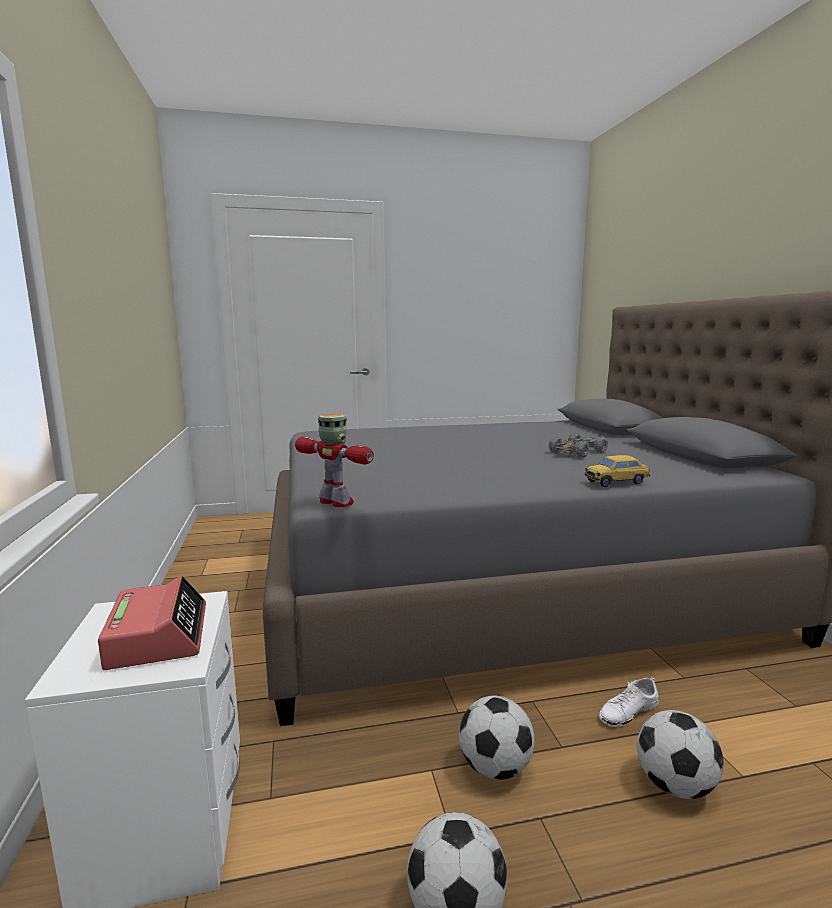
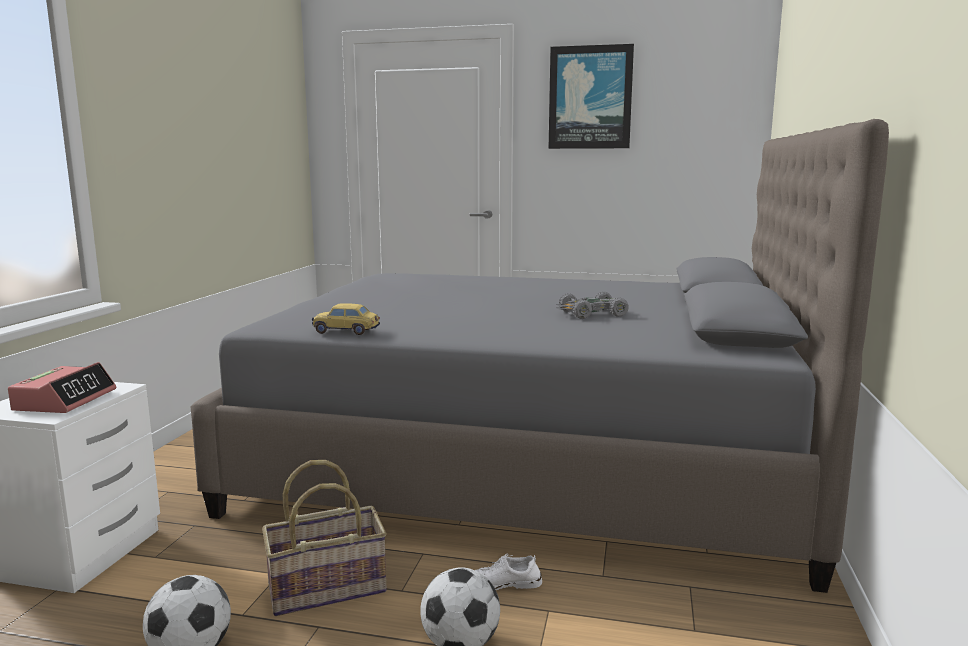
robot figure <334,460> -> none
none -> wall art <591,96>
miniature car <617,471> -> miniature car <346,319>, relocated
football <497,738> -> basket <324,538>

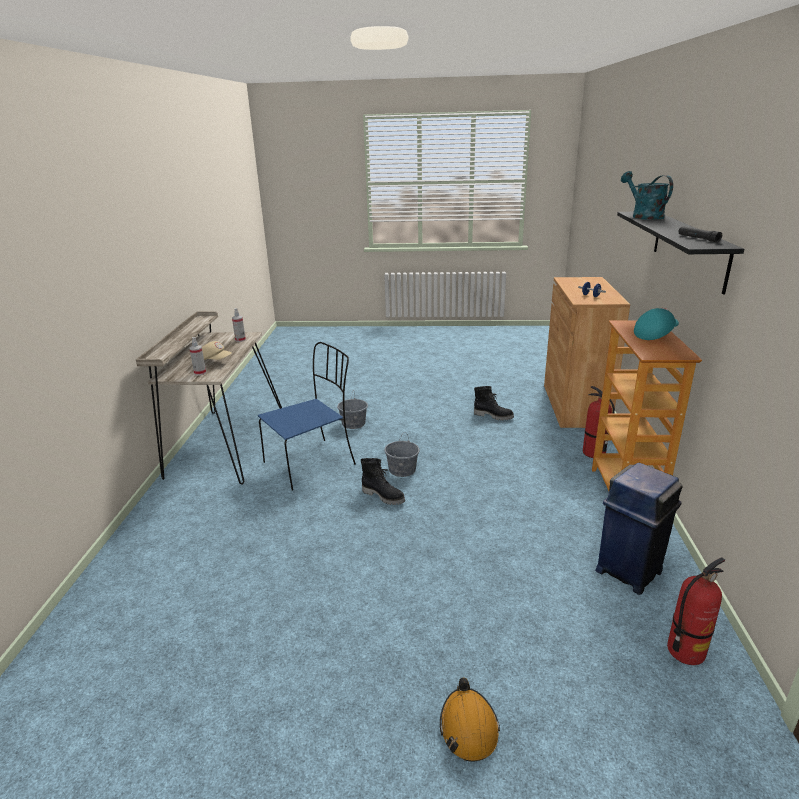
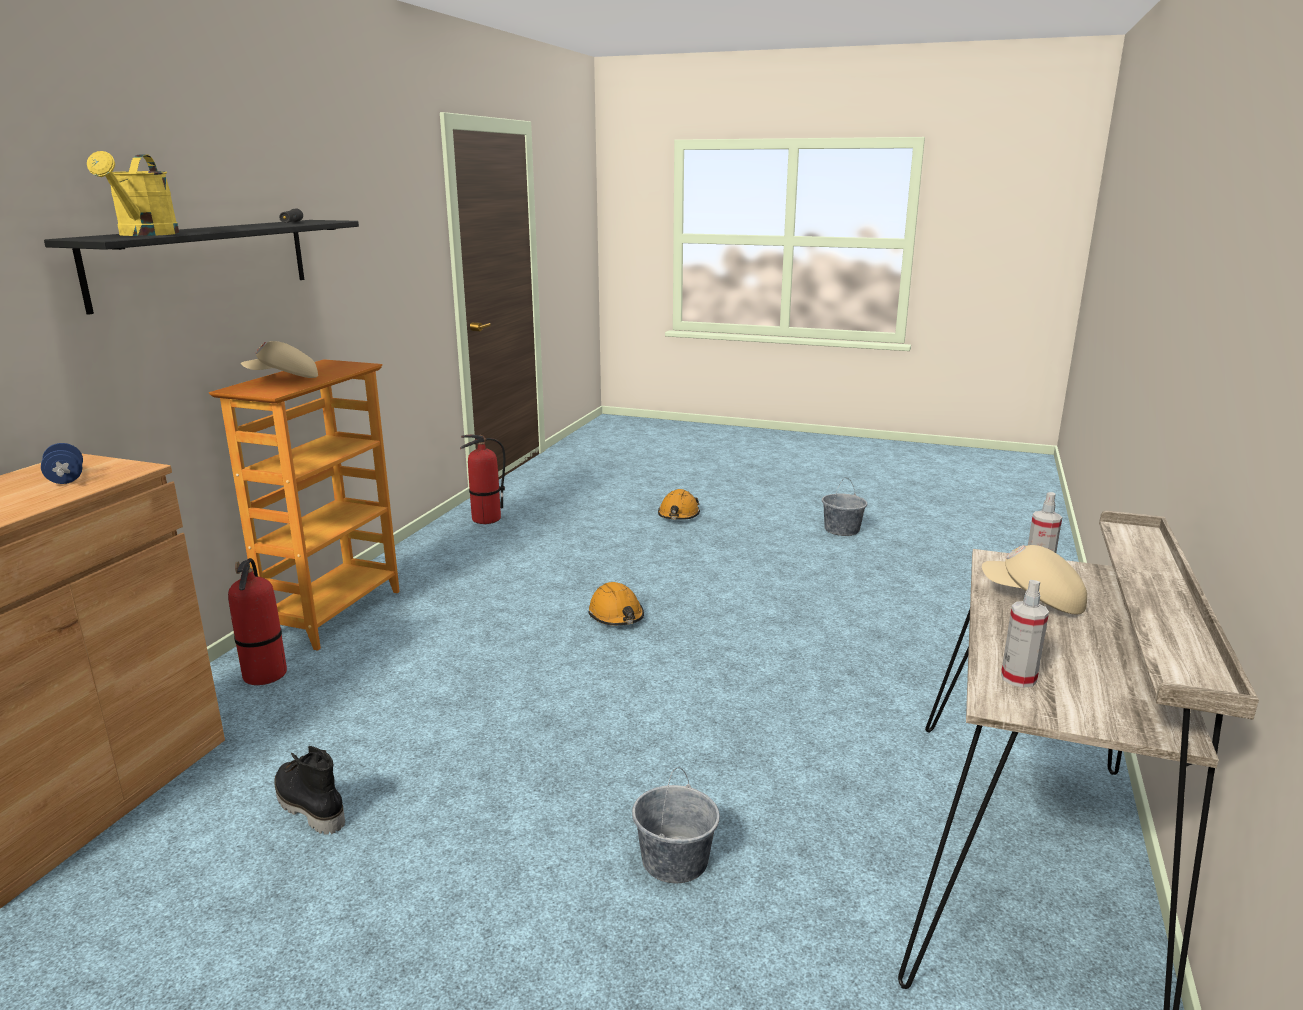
blue-coloured plain chair <307,416> -> none
black-coloured tall boot <383,481> -> none
blue-coloured trash can <639,529> -> none
none -> orange-coloured safety helmet <616,603>
gray pail <402,454> -> gray pail <844,507>, relocated
turquoise watering can <647,195> -> yellow-coloured watering can <133,193>
turquoise baseball cap <656,324> -> sand-coloured baseball cap <279,359>

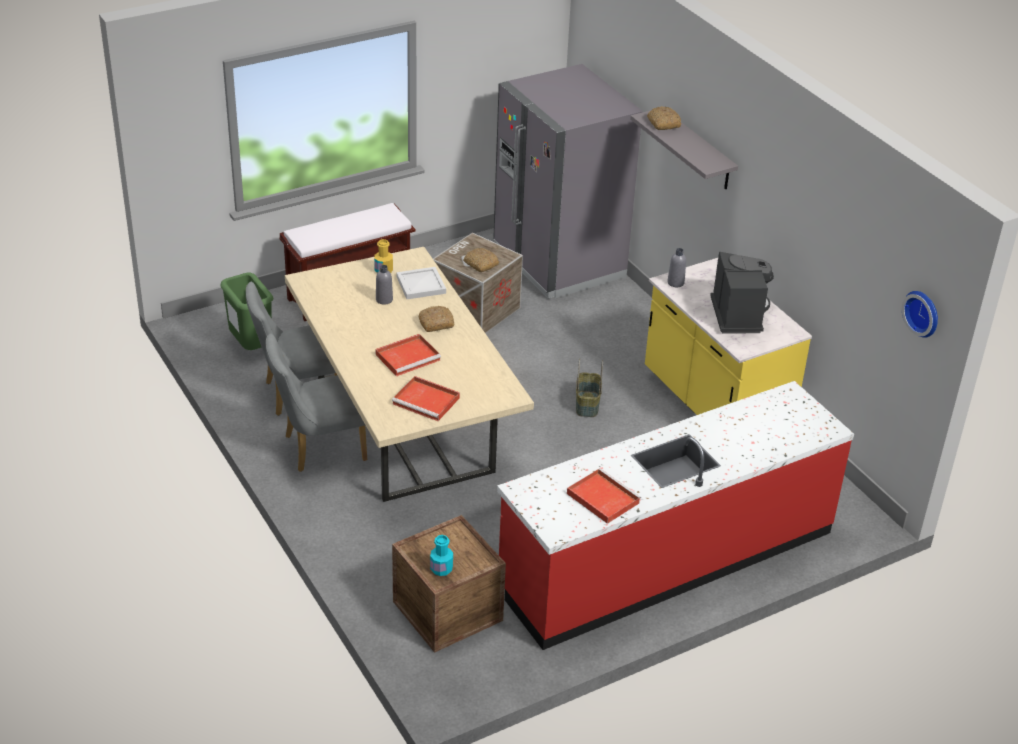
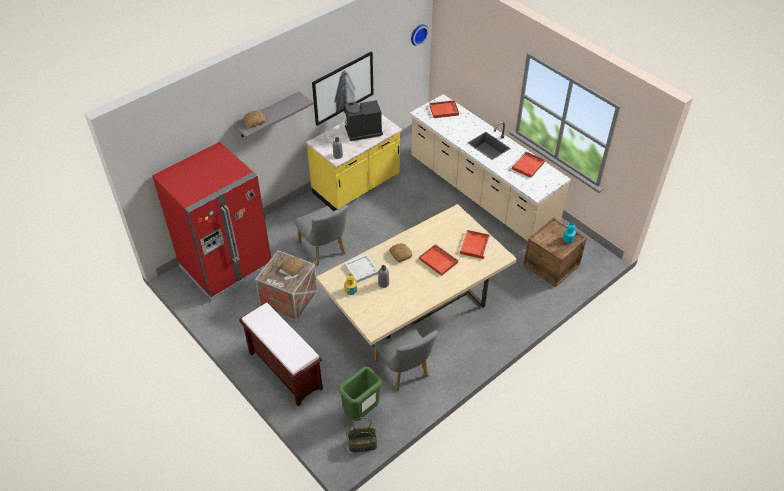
none -> wall art <342,88>
none -> reddish carrying tray <444,109>
gray plain chair <316,403> -> gray plain chair <321,235>, relocated
basket <589,387> -> basket <362,434>, relocated
gray fridge <568,181> -> reddish fridge <211,221>
reddish kitchen base unit <675,515> -> sand-coloured kitchen base unit <490,167>

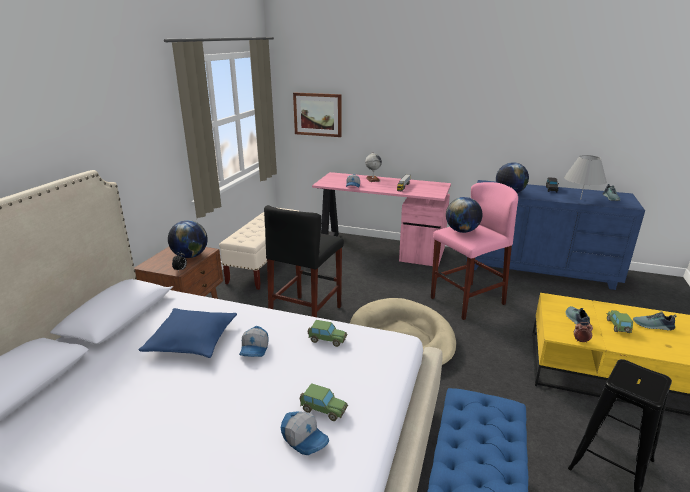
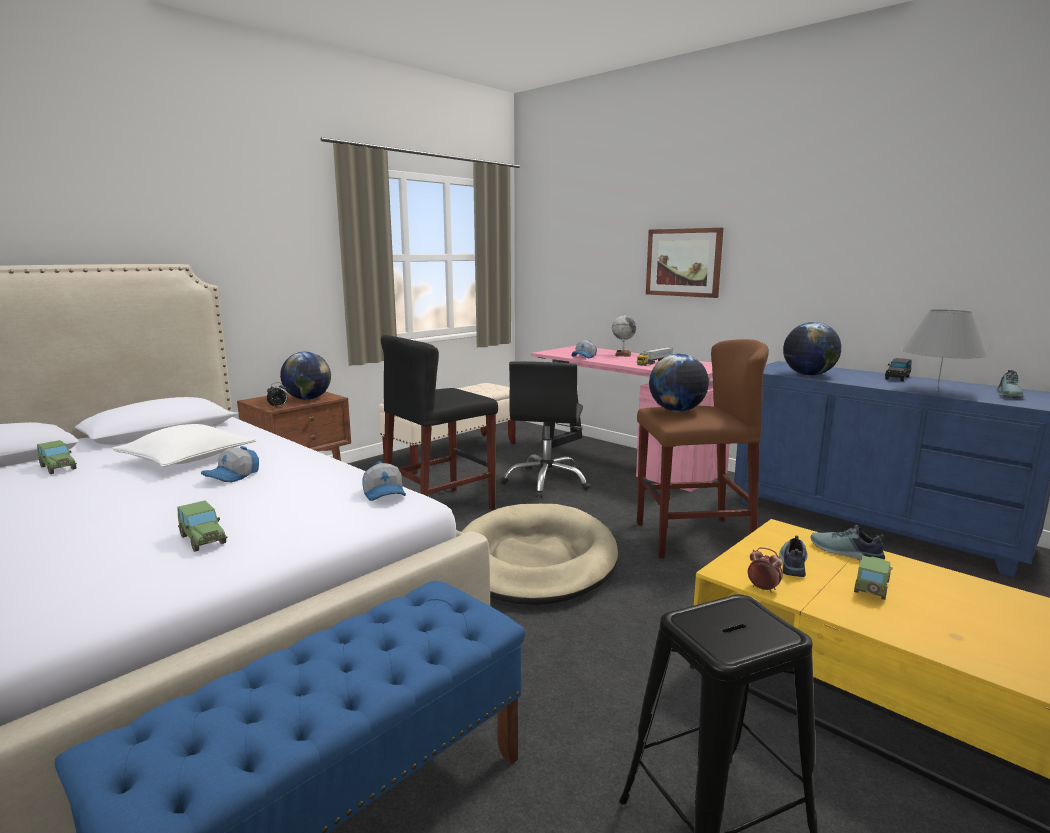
none -> black-coloured desk chair <545,429>
baseball cap <305,433> -> baseball cap <384,481>, relocated
wall art <317,115> -> wall art <684,263>, relocated
miniature car <327,333> -> miniature car <57,457>, relocated
shoe <654,320> -> shoe <848,542>, relocated
blue-coloured throw pillow <187,333> -> whitish throw pillow <184,445>
pink stool seat <474,251> -> brown-coloured stool seat <703,448>

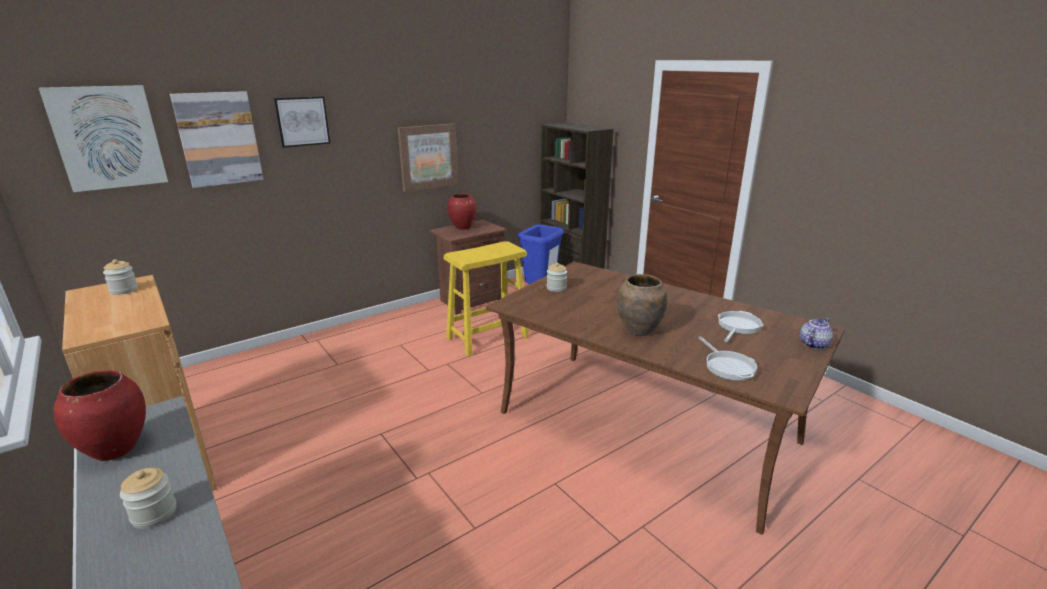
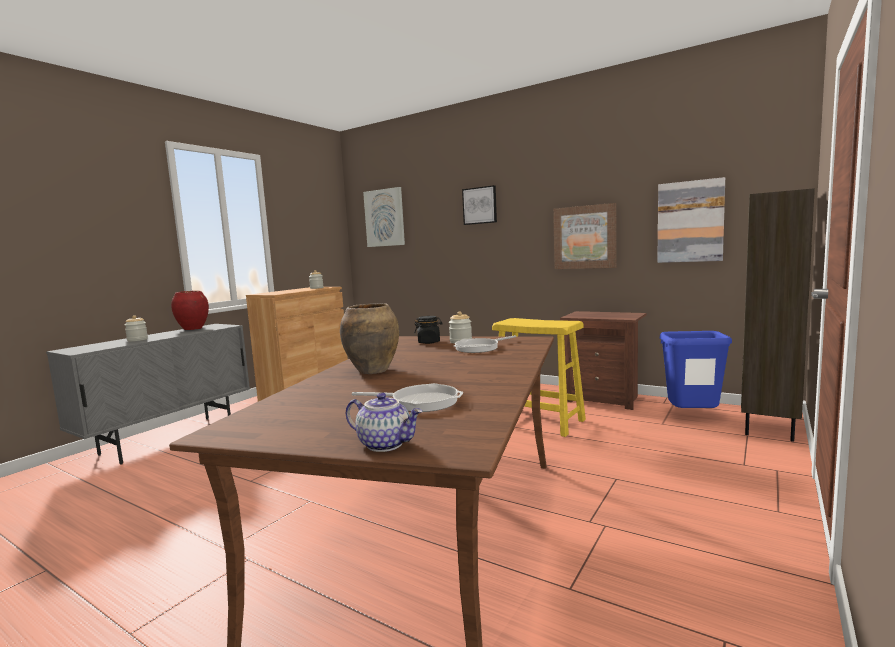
reddish flower vase <462,211> -> none
none -> black-coloured jar <428,330>
wall art <217,139> -> wall art <691,220>, relocated
frying pan <727,359> -> frying pan <485,344>, relocated

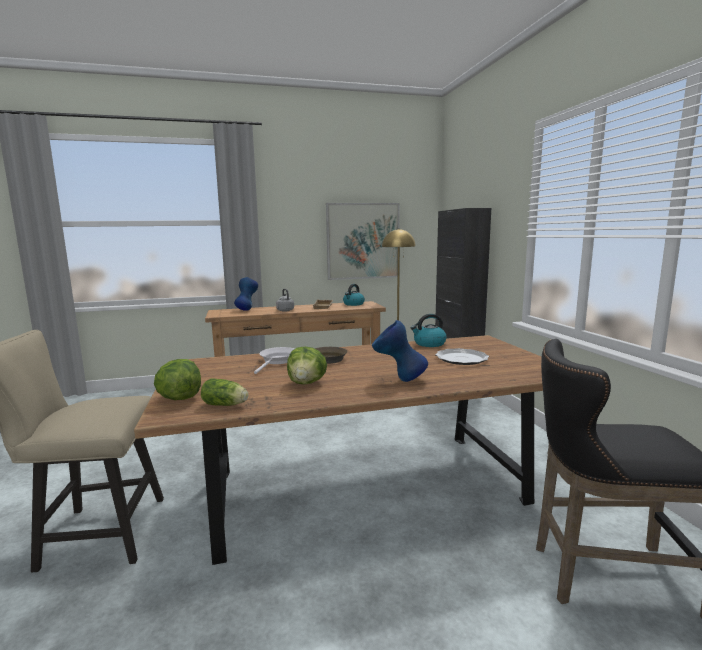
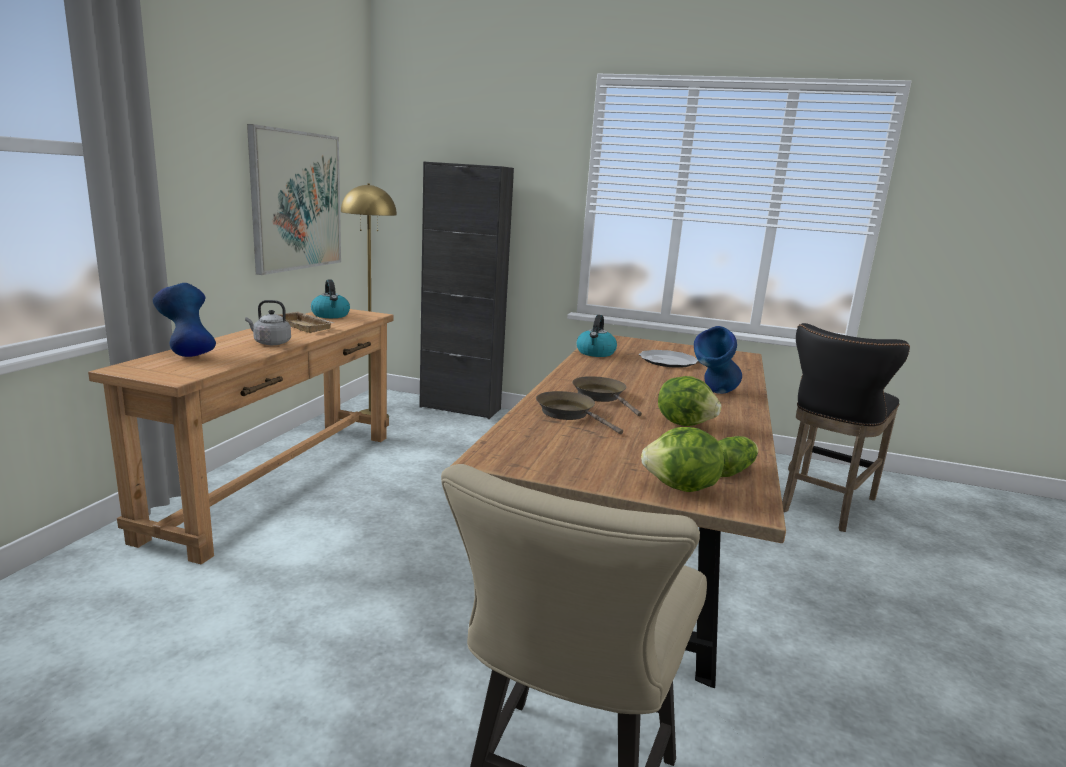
whitish frying pan <274,360> -> brown-coloured frying pan <579,412>

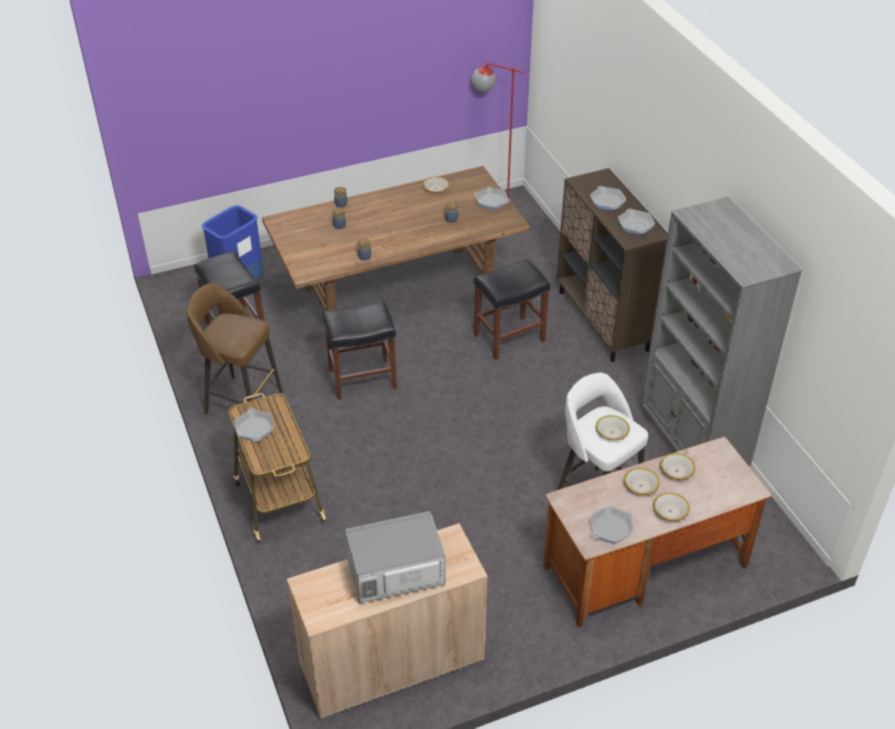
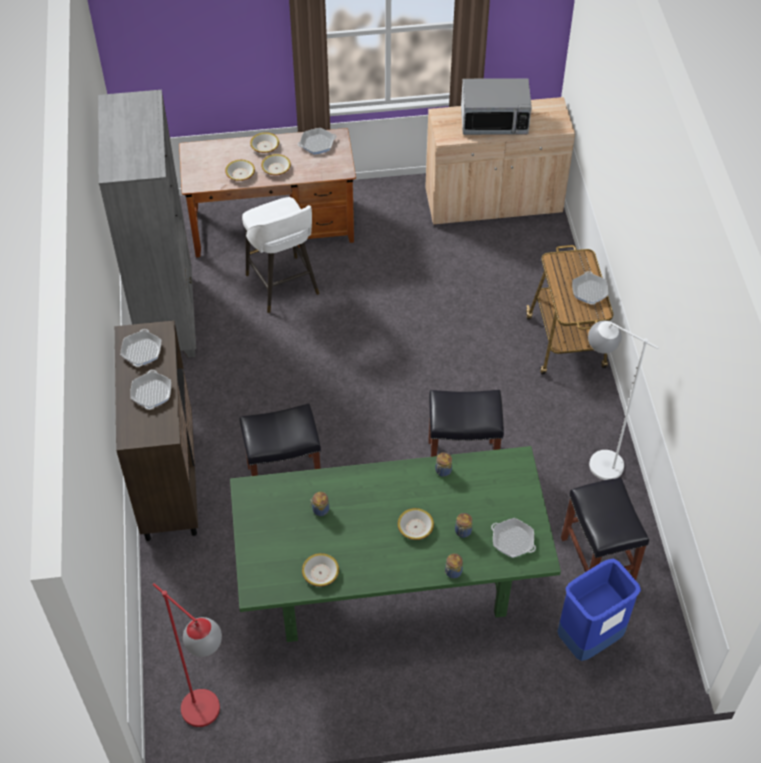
frying pan <492,198> -> frying pan <513,538>, relocated
serving bowl <613,427> -> serving bowl <416,524>, relocated
brown-coloured stool seat <235,348> -> whitish floor lamp <623,400>
brown-coloured dining table <396,238> -> green dining table <395,544>

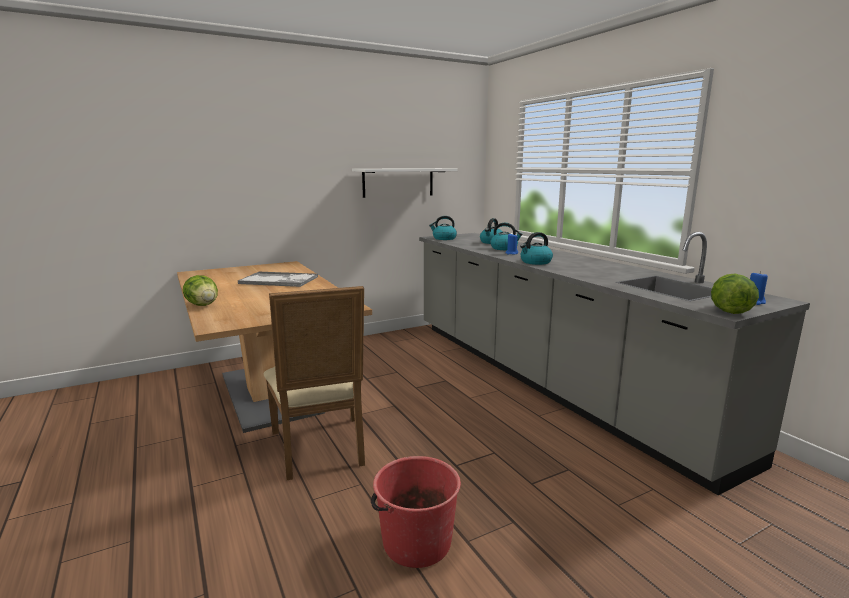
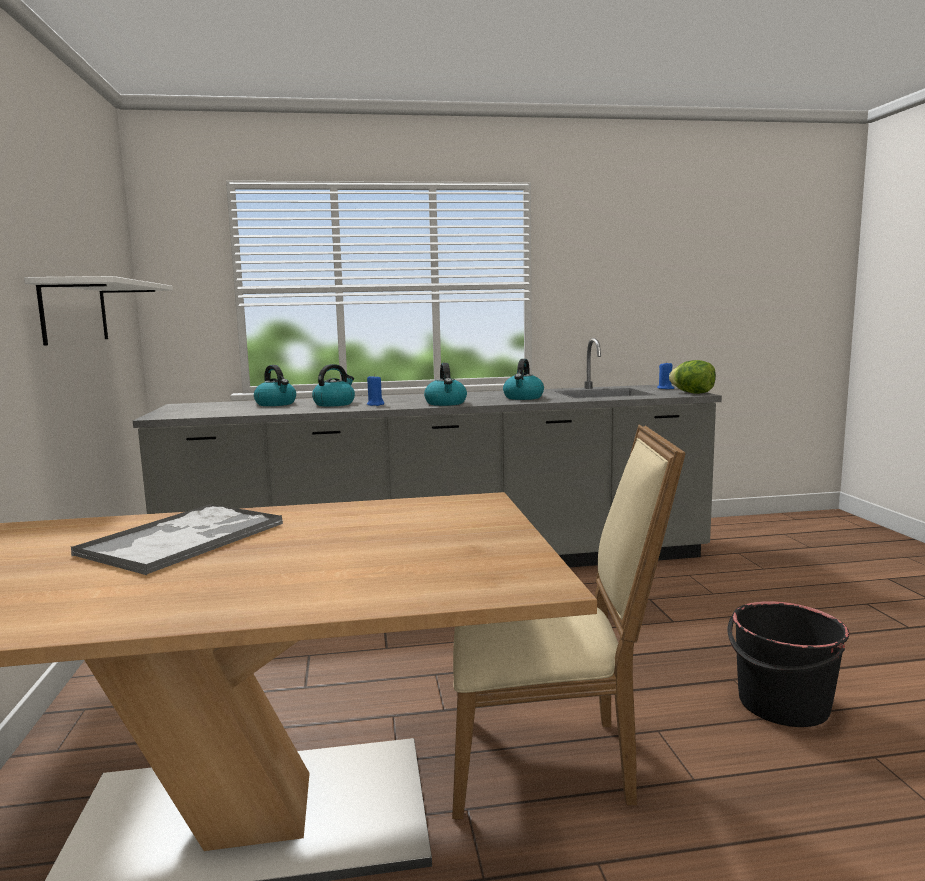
lettuce <200,290> -> none
water kettle <443,228> -> water kettle <523,379>, relocated
reddish pail <416,512> -> black-coloured pail <788,664>

